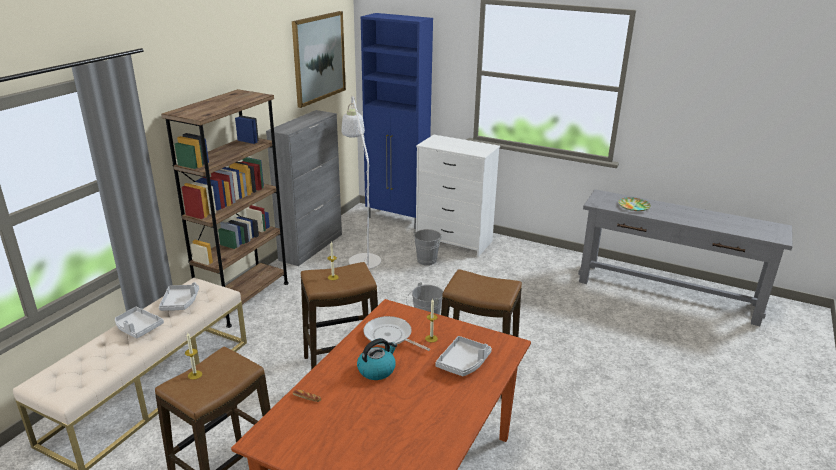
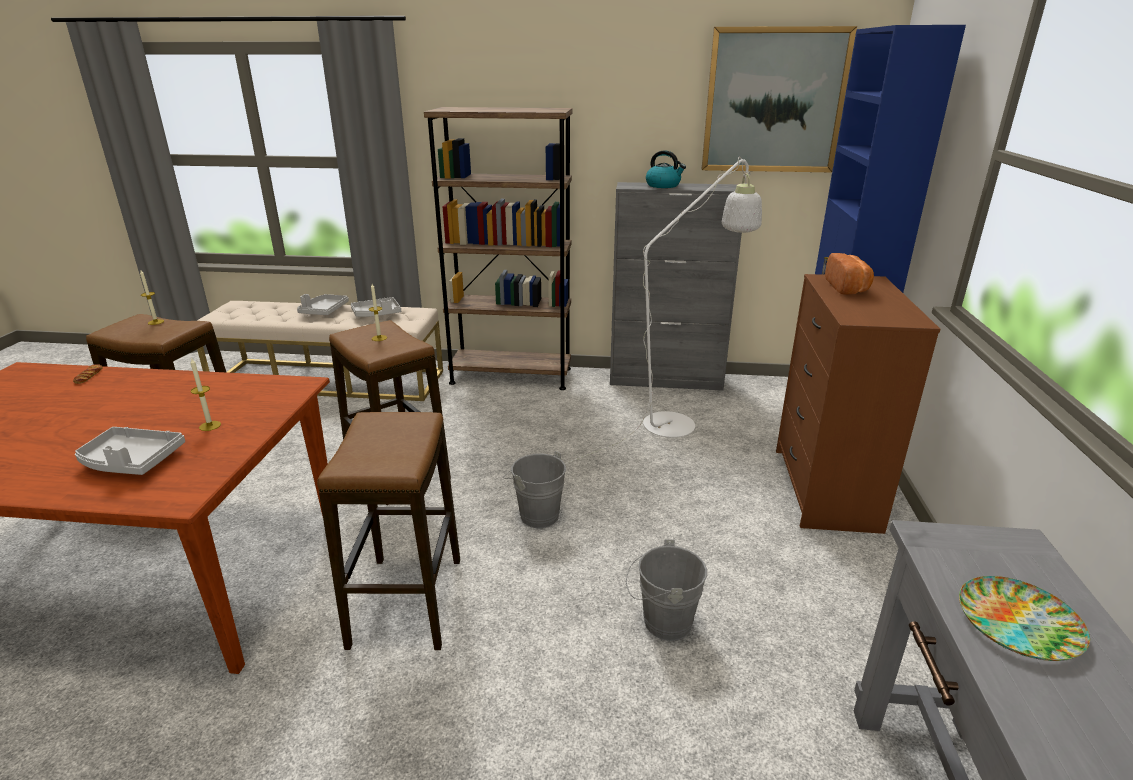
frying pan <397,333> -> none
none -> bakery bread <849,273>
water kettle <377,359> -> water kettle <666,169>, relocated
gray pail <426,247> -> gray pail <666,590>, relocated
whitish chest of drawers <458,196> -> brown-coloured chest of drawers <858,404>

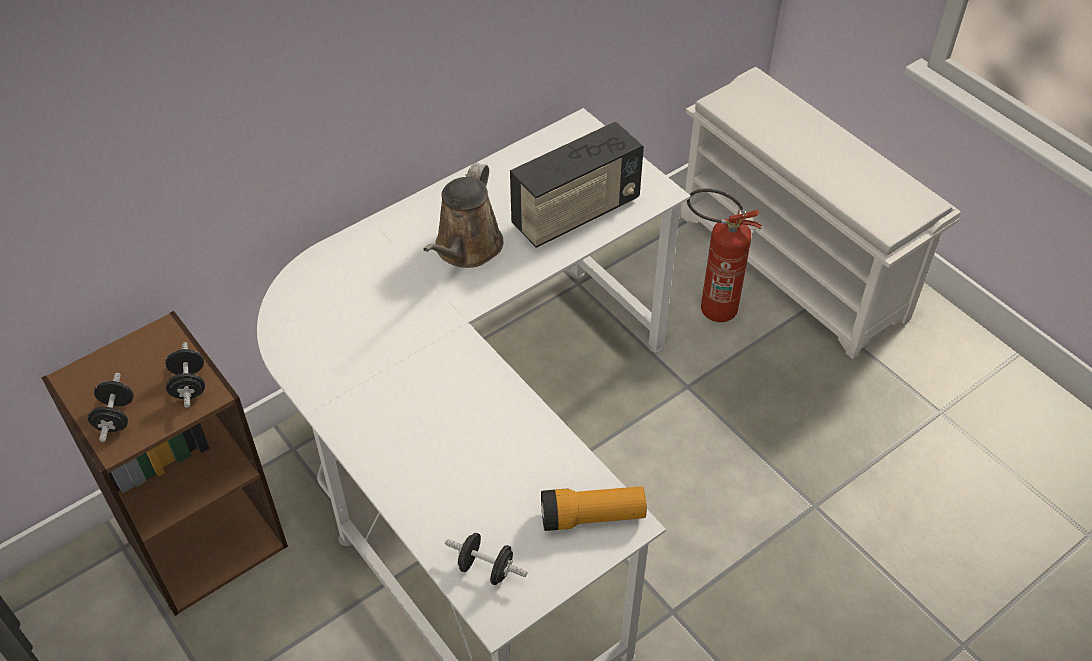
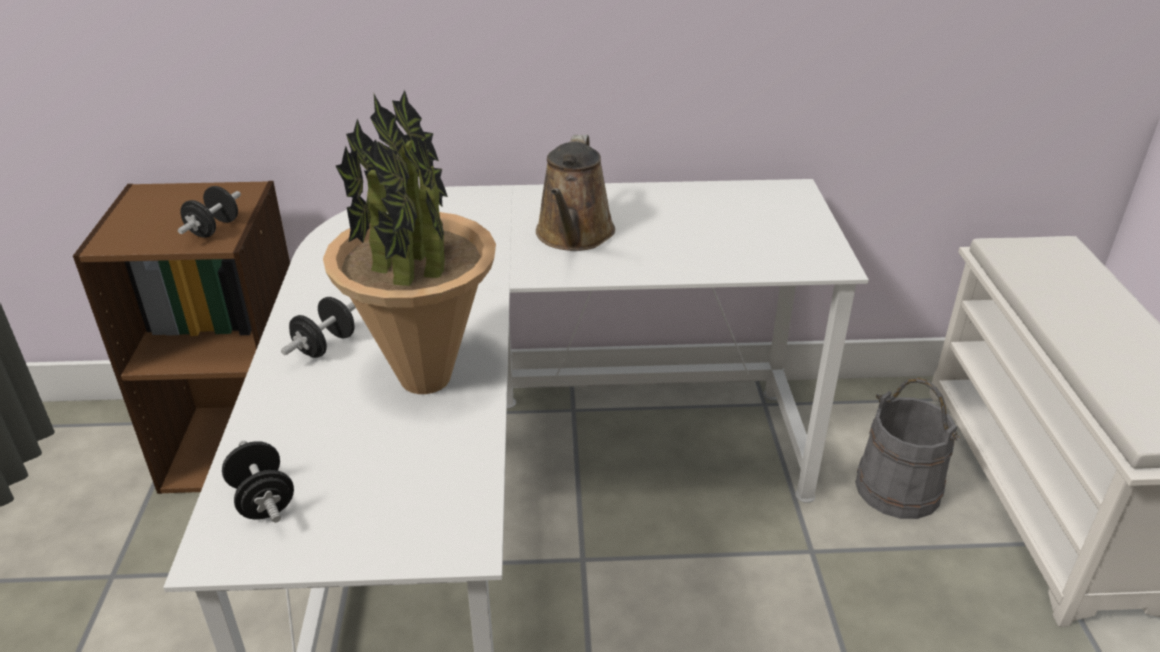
radio receiver <577,185> -> none
flashlight <594,508> -> none
none -> plant in a pot <409,242>
black-coloured free weight <111,407> -> black-coloured free weight <318,327>, relocated
extinguisher <724,255> -> gray pail <908,448>
brown-coloured watering can <463,215> -> brown-coloured watering can <575,193>, 45 degrees counterclockwise

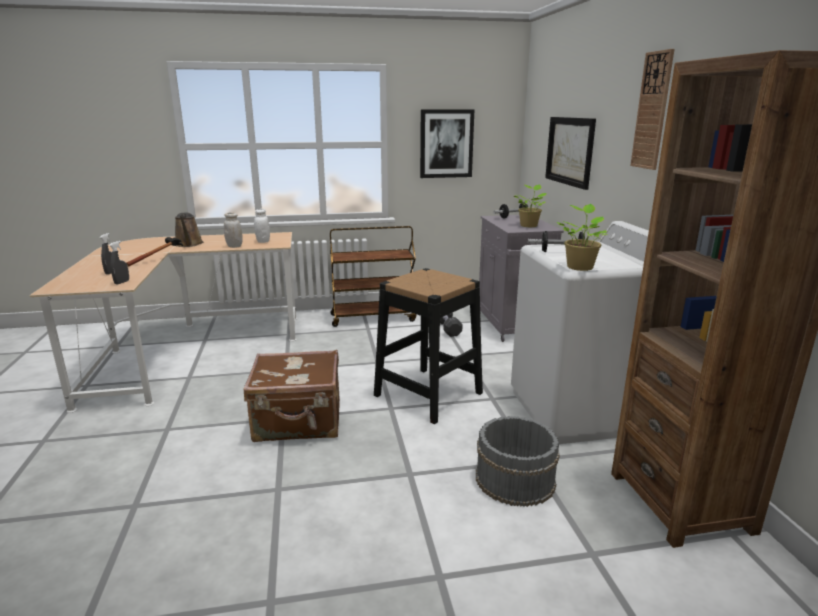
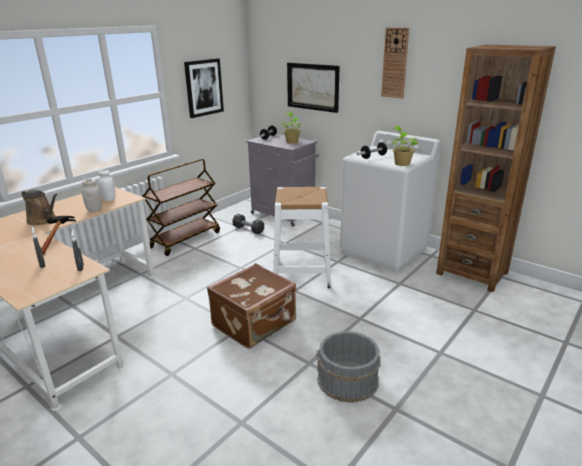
gray pail <518,461> -> gray pail <348,367>, relocated
black-coloured stool seat <428,346> -> whitish stool seat <302,237>

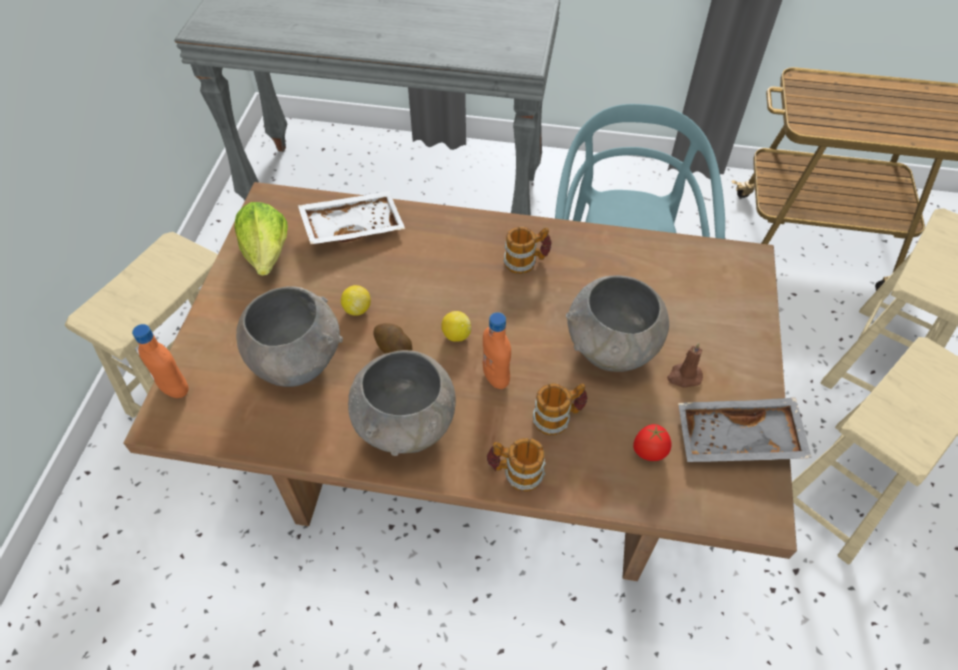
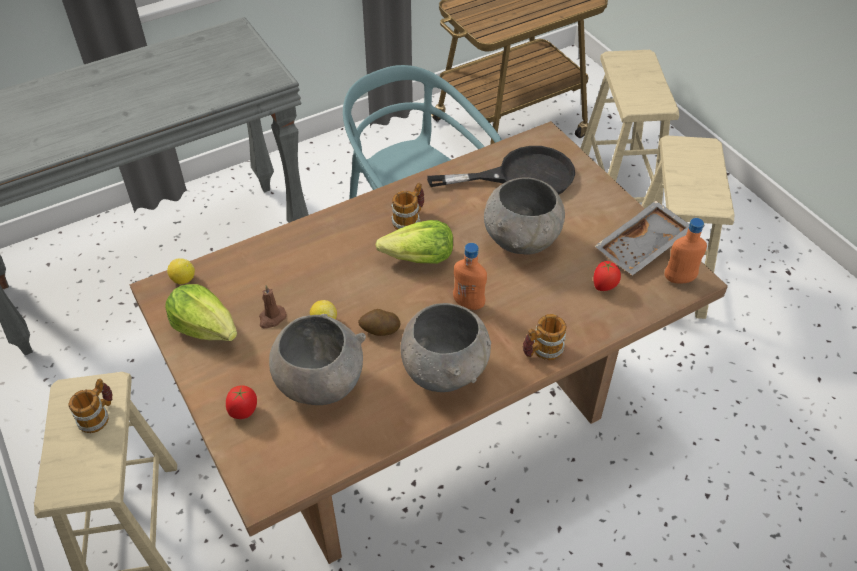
whitish carrying tray <351,217> -> none
none -> whole tomato <241,402>
none -> lettuce <414,242>
none -> black-coloured frying pan <501,170>
orange-coloured bottle <160,361> -> orange-coloured bottle <685,250>, relocated
whole lemon <456,326> -> whole lemon <181,271>, relocated
coffee mug <560,409> -> coffee mug <91,406>, relocated
brown-coloured wax candle <685,365> -> brown-coloured wax candle <273,306>, relocated

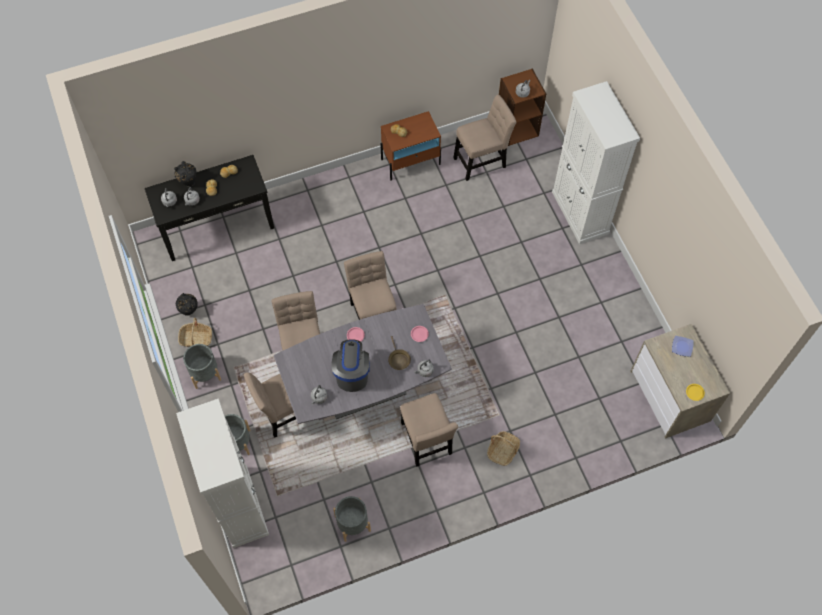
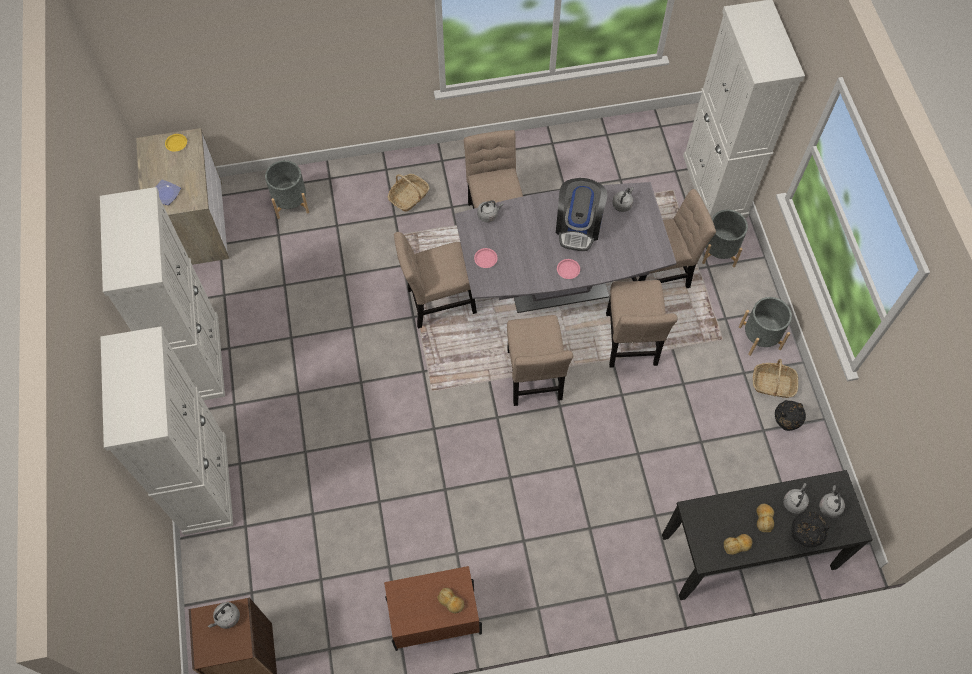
brown-coloured frying pan <399,353> -> none
none -> whitish cabinet <162,293>
gray flower pot <352,519> -> gray flower pot <287,189>, relocated
sand-coloured plain chair <484,137> -> sand-coloured plain chair <435,280>, relocated

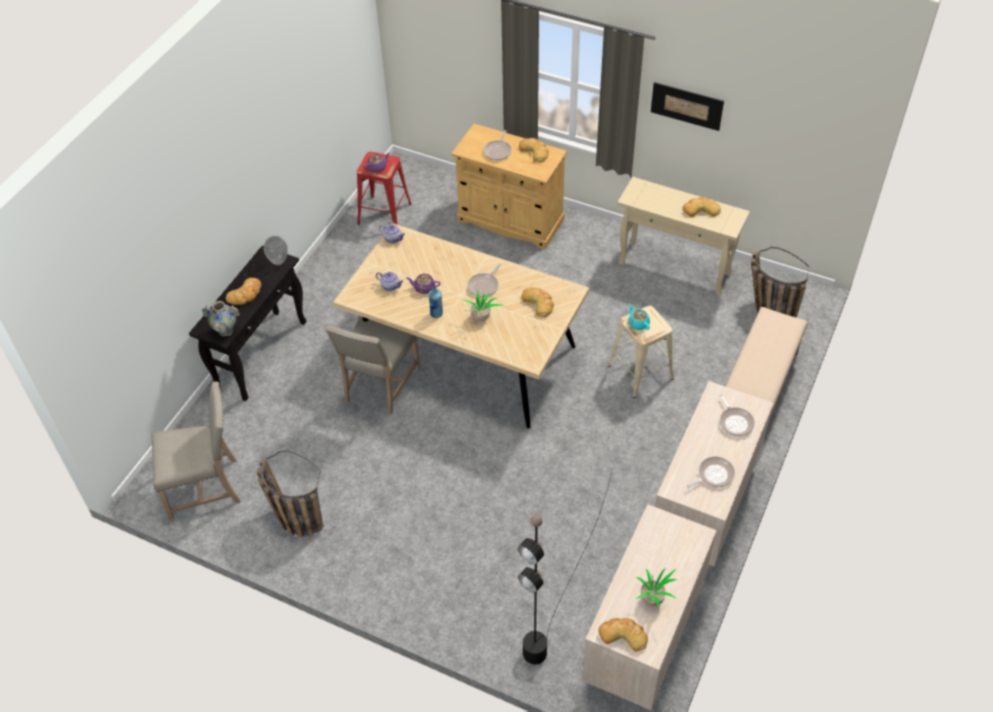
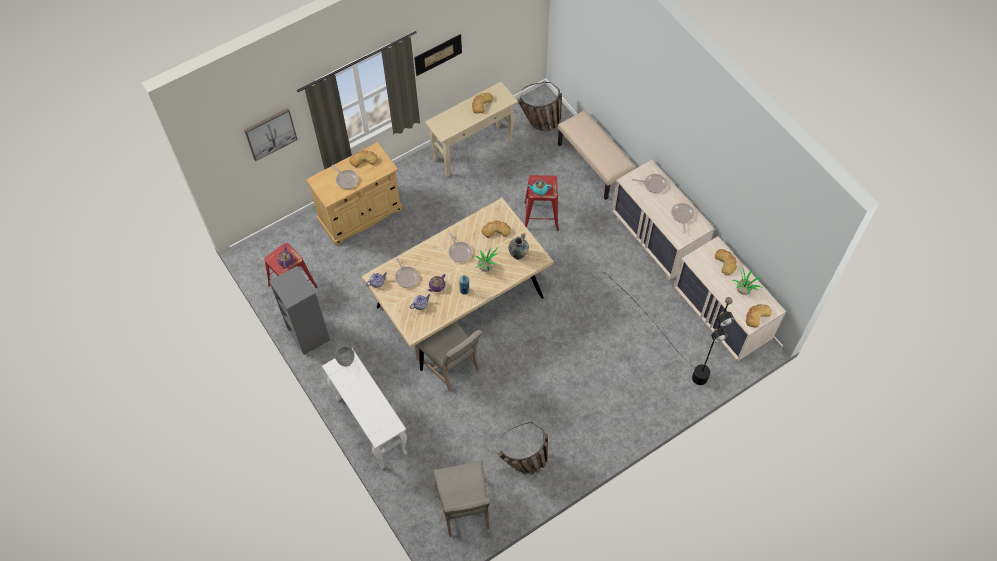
none -> wall art <271,134>
none -> gray bookshelf <299,310>
none -> frying pan <407,272>
flower vase <221,319> -> flower vase <519,246>, relocated
bakery bread <243,291> -> bakery bread <726,262>, relocated
black-coloured hall table <247,323> -> whitish hall table <364,409>
sand-coloured stool seat <641,352> -> reddish stool seat <541,203>
sand-coloured plain chair <196,450> -> sand-coloured plain chair <461,498>, 150 degrees clockwise

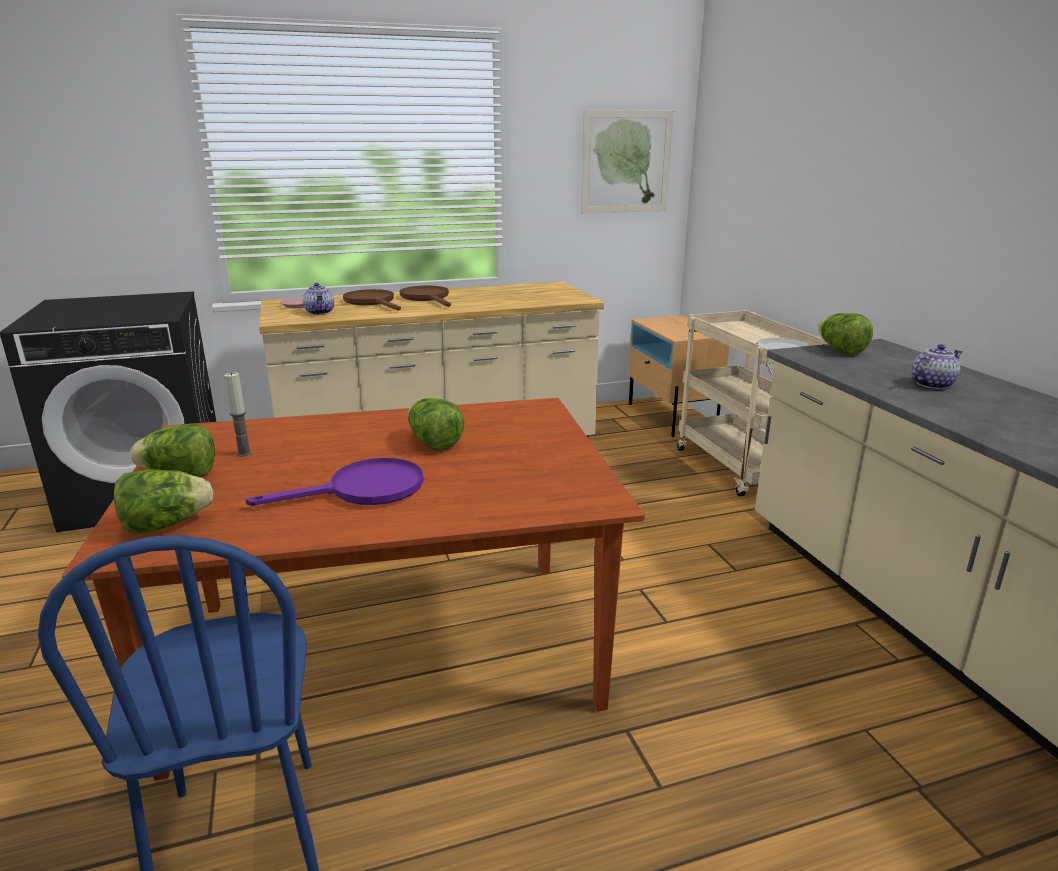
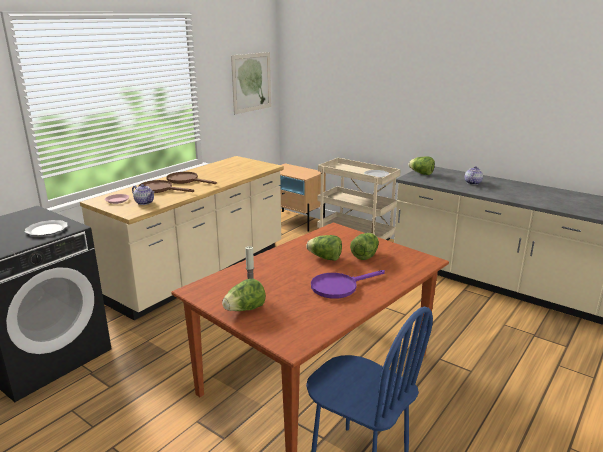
none -> dinner plate <46,228>
lettuce <163,501> -> lettuce <364,246>, relocated
purplish frying pan <335,482> -> purplish frying pan <348,284>, 150 degrees counterclockwise

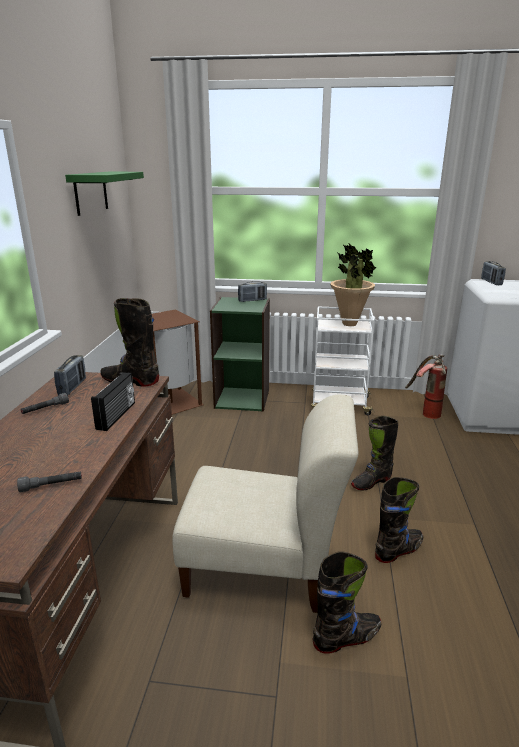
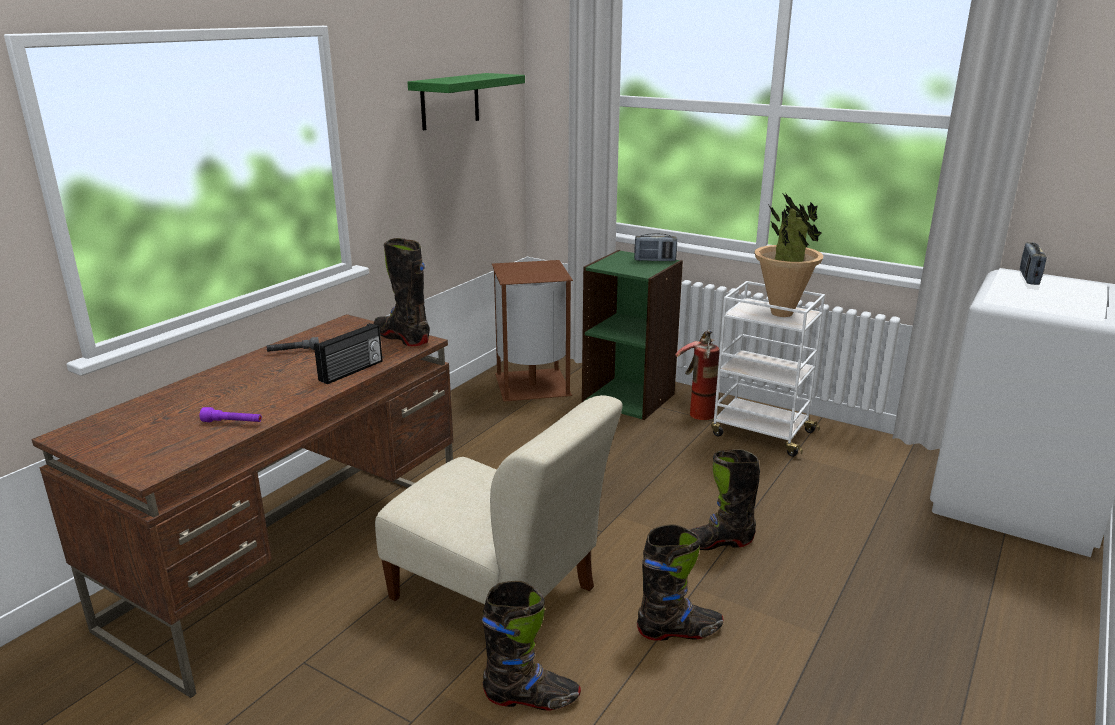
radio receiver <70,375> -> none
extinguisher <426,386> -> extinguisher <697,375>, relocated
gray flashlight <49,481> -> purplish flashlight <231,414>

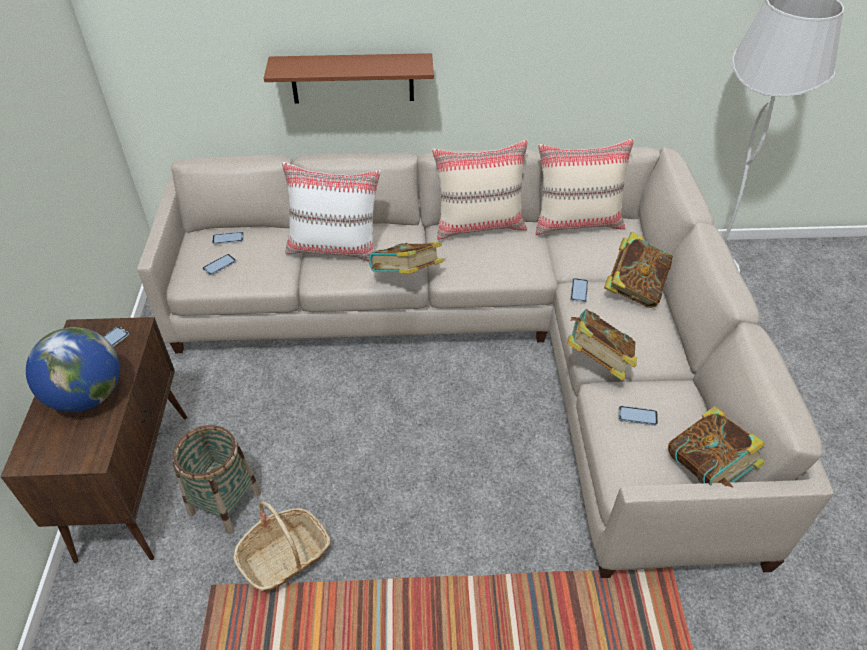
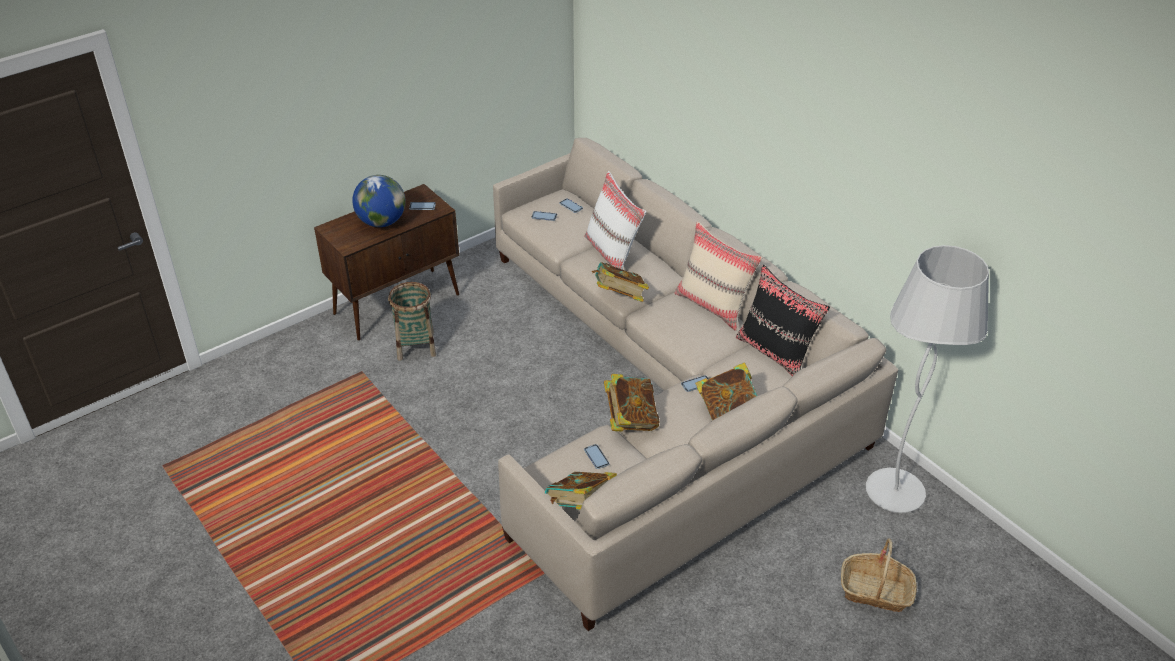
brown-coloured bracket shelf <349,78> -> none
basket <281,546> -> basket <879,575>, relocated
sand-coloured throw pillow <585,187> -> black-coloured throw pillow <783,320>

